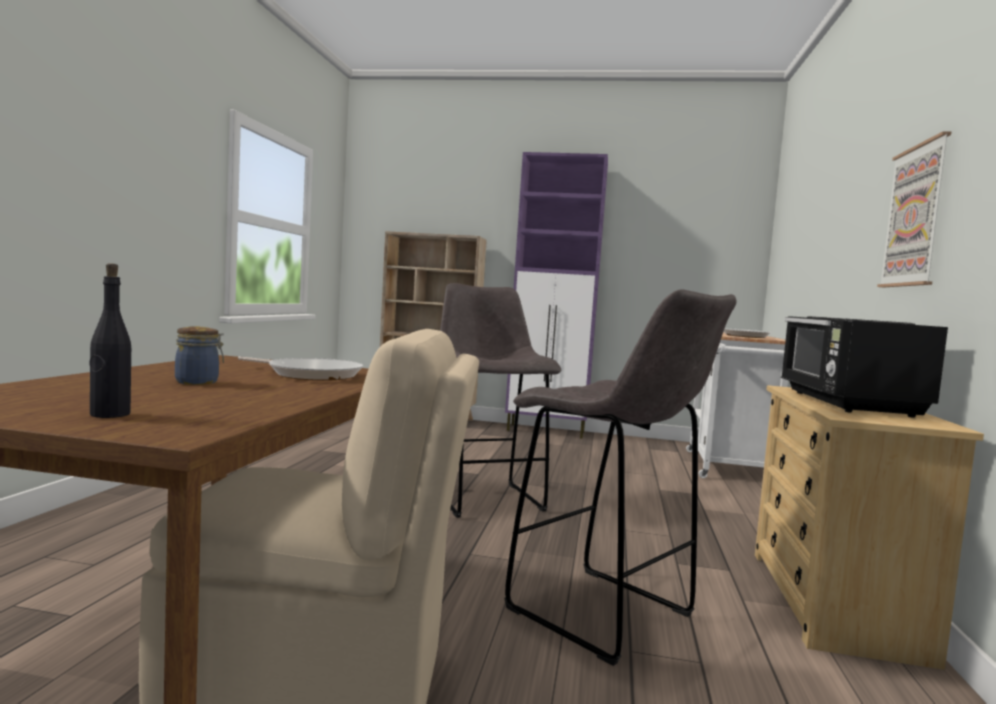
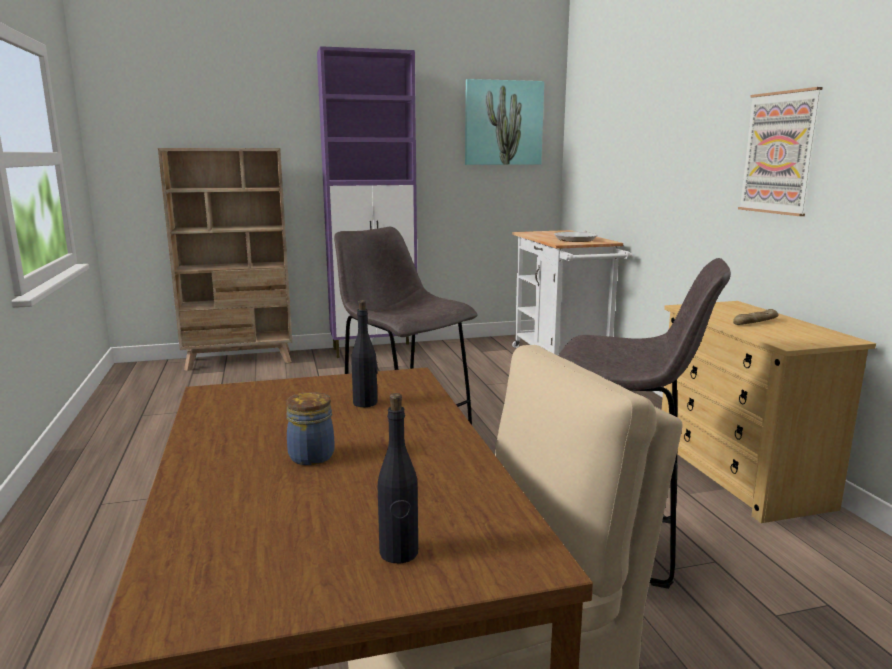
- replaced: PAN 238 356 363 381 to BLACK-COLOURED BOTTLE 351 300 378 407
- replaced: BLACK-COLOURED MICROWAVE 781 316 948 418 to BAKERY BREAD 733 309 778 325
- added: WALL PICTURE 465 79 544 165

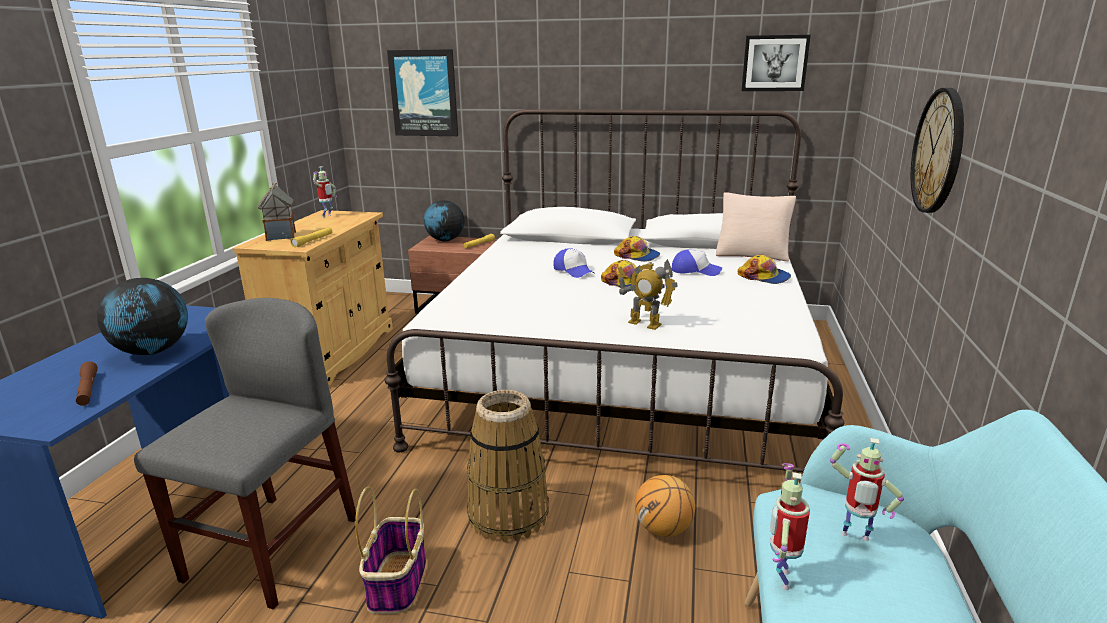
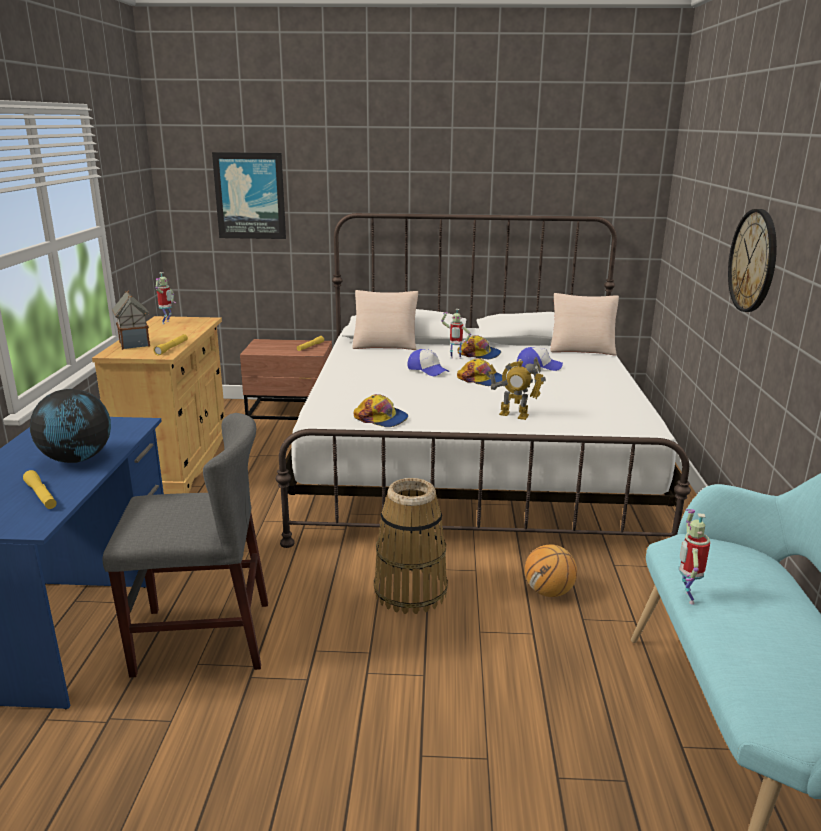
- recoloured: BROWN FLASHLIGHT 76 361 98 406 to YELLOW FLASHLIGHT 23 470 57 509
- turned: GREY UPRIGHT CHAIR 134 298 356 610 = 103 413 268 677 75 degrees clockwise
- removed: STORAGE BASKET 355 486 426 614
- removed: WORLD GLOBE 424 200 465 242
- moved: PEAKED CAP 738 254 791 284 to 353 394 408 427
- removed: WALL PICTURE 741 35 811 91
- moved: ROBOT FIGURE 830 438 904 541 to 441 309 471 359
- added: SAND-COLOURED CUSHION 353 290 418 350

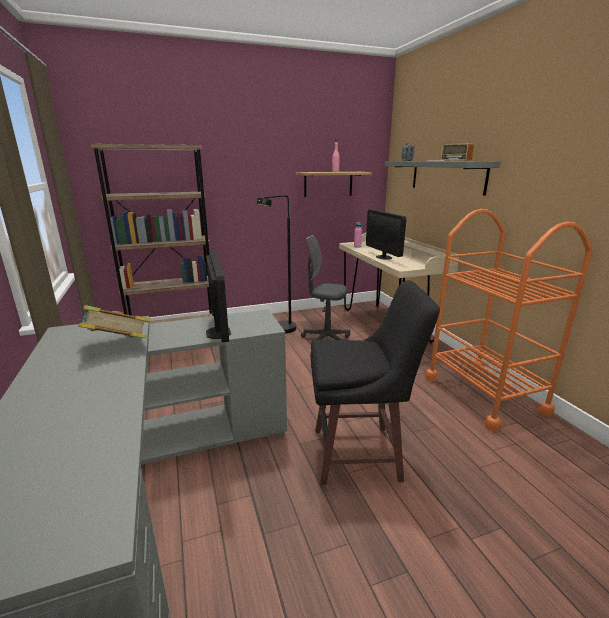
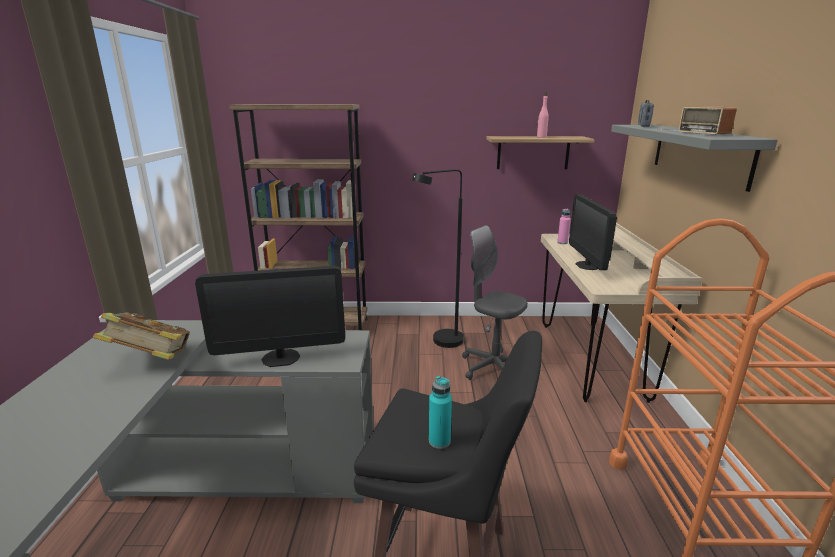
- turned: MONITOR 206 250 231 342 = 195 266 345 367 75 degrees clockwise
- added: TURQUOISE BOTTLE 429 376 452 449

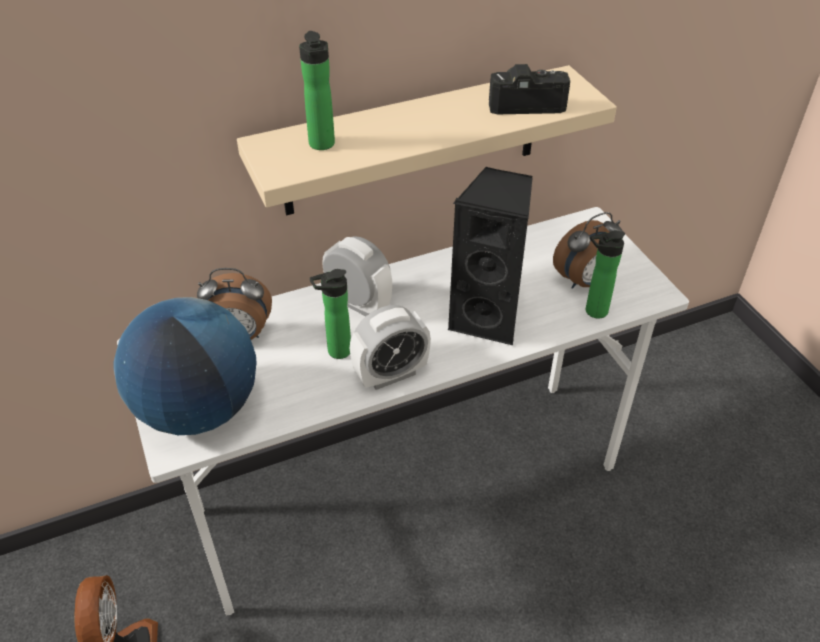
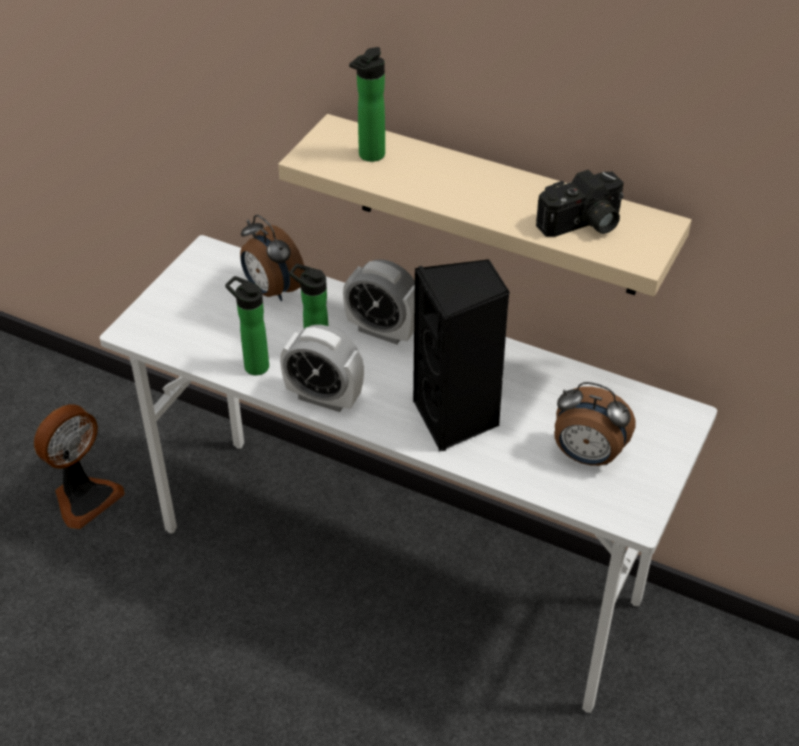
- removed: WORLD GLOBE 114 297 256 435
- turned: TABLE CLOCK 322 236 392 316 = 343 259 415 345 120 degrees clockwise
- turned: PHOTO CAMERA 489 64 570 114 = 536 170 624 237 105 degrees clockwise
- moved: BOTTLE 586 230 625 319 to 225 276 269 375

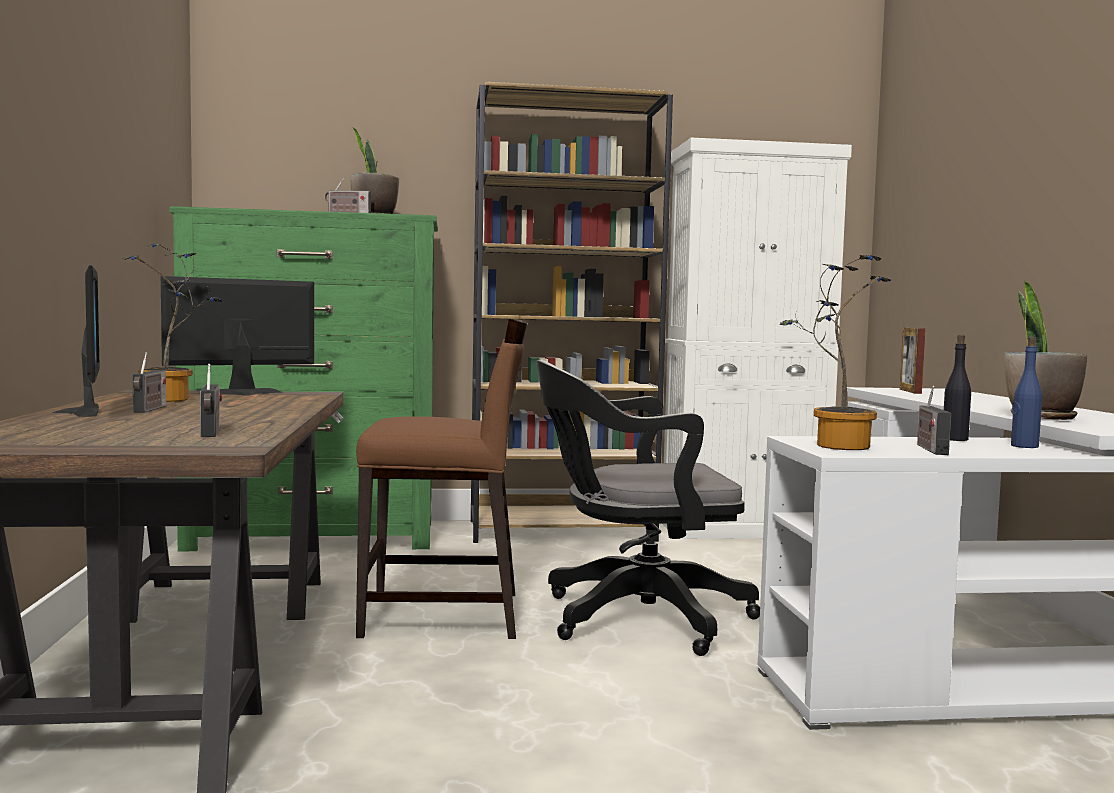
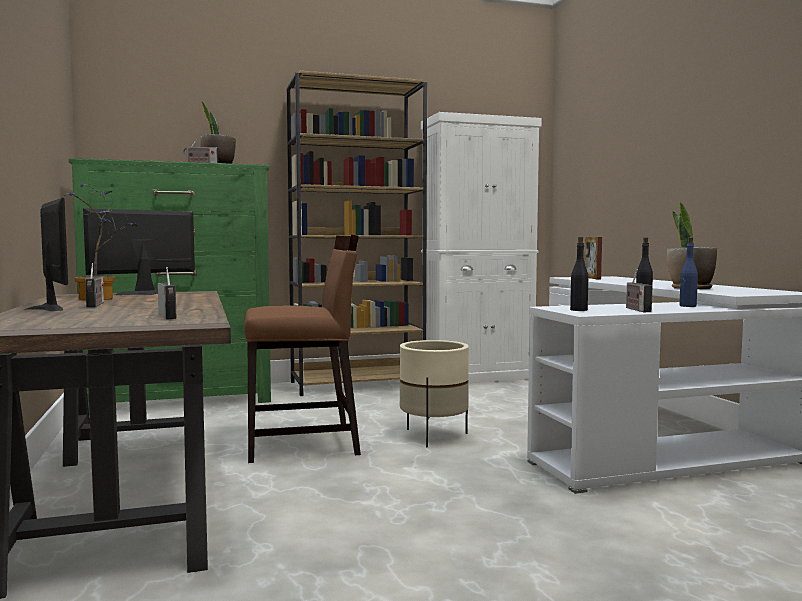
- replaced: BLACK-COLOURED COMPUTER CHAIR 536 360 760 656 to SAND-COLOURED PLANT POT 400 340 469 447
- replaced: HOUSEPLANT 780 255 891 450 to BLACK-COLOURED BOTTLE 570 237 588 311

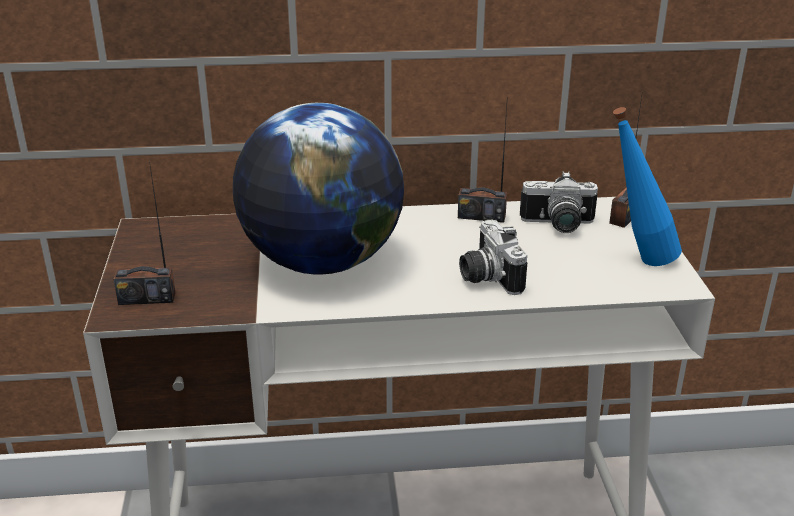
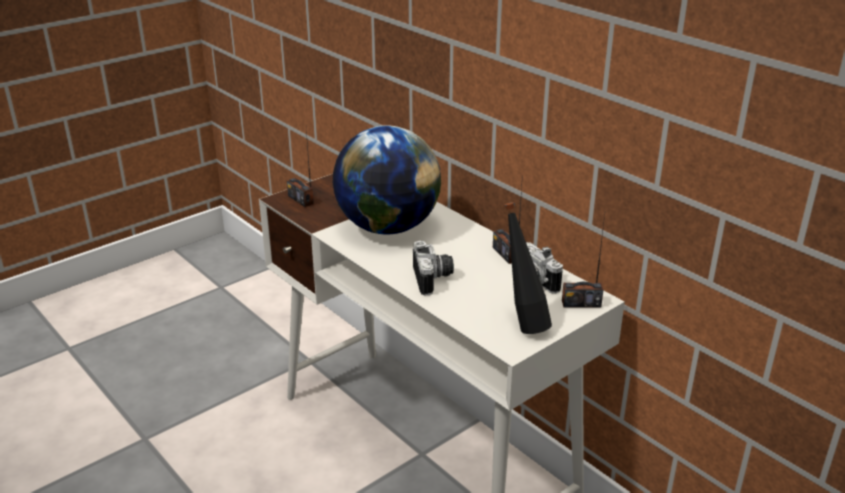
- turned: PHOTO CAMERA 459 219 527 295 = 413 241 454 295 135 degrees clockwise
- recoloured: BLUISH BOTTLE 613 107 682 266 to BLACK-COLOURED BOTTLE 505 202 552 334

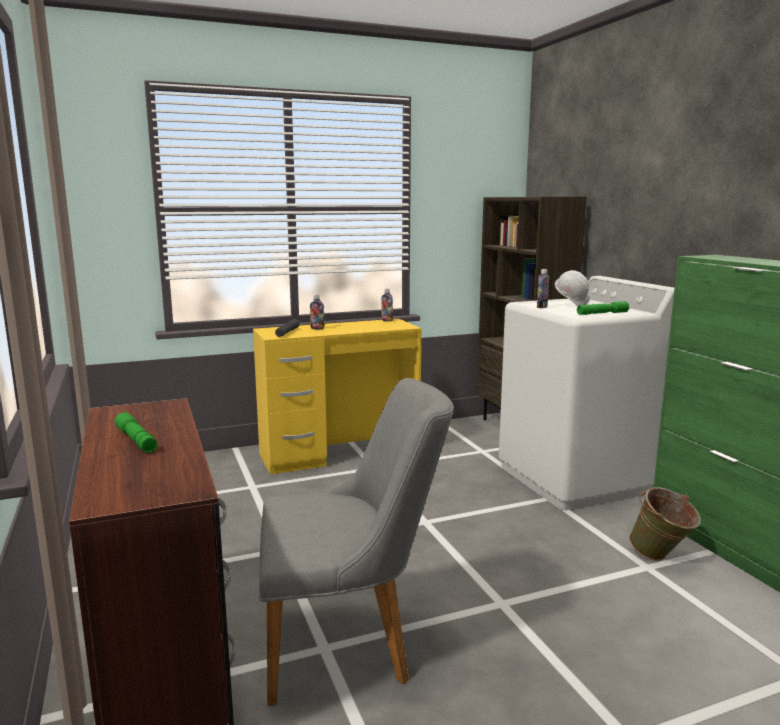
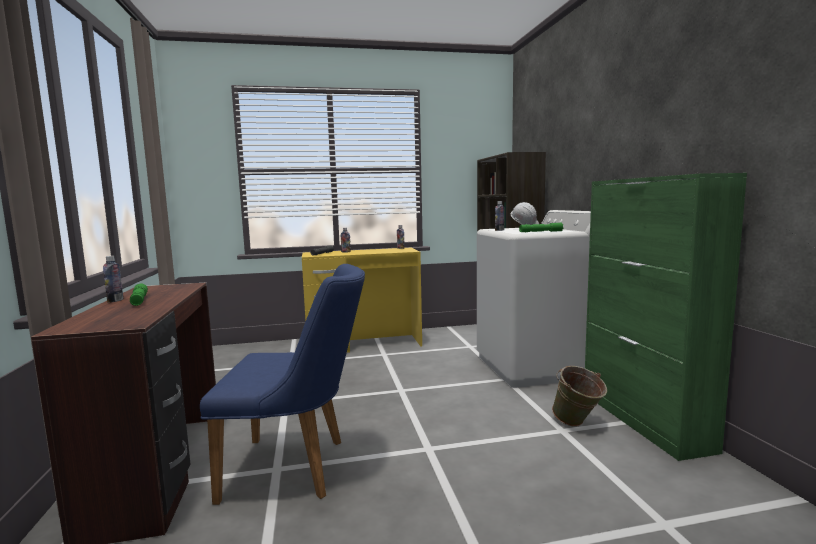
- recoloured: GREY UPRIGHT CHAIR 259 378 454 706 to BLUISH UPRIGHT CHAIR 200 264 365 505
- added: BOTTLE 103 256 124 302

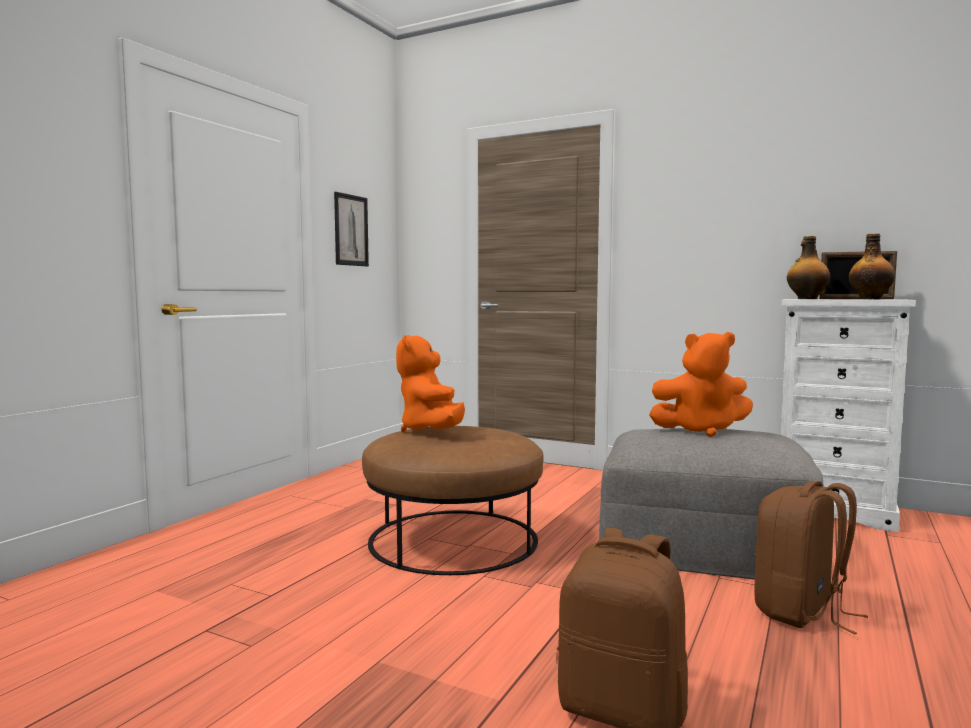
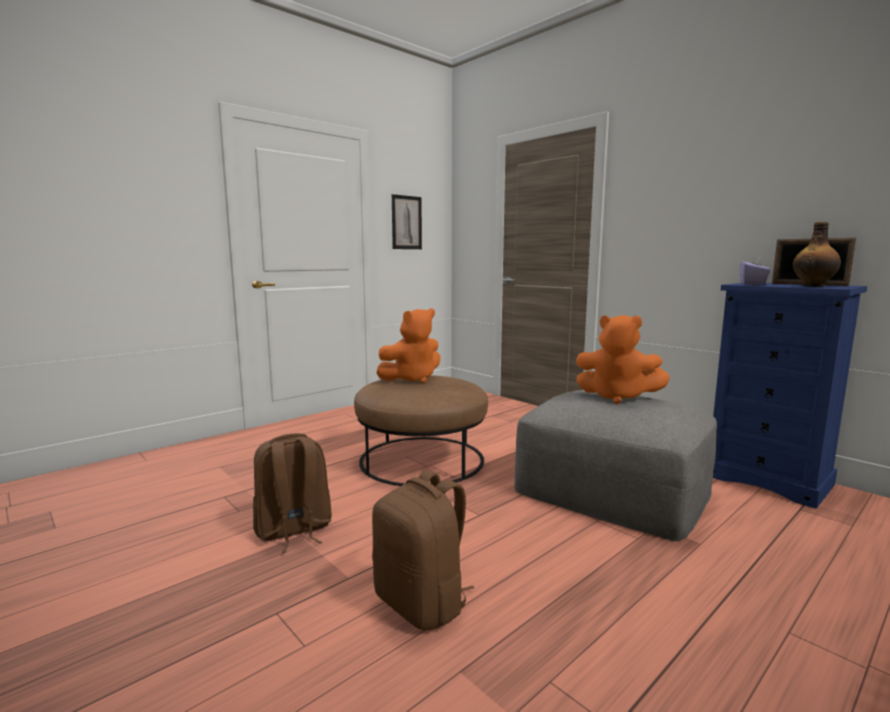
- turned: ORANGE SOFT TOY 396 335 465 432 = 377 308 440 384 135 degrees counterclockwise
- moved: BROWN RUCKSACK 754 481 868 635 to 253 433 332 553
- recoloured: WHITISH DRESSER 781 299 916 532 to BLUISH DRESSER 713 283 867 509
- replaced: BOTTLE 787 236 830 299 to PURPLE-COLOURED BOX OF TISSUES 740 255 771 285

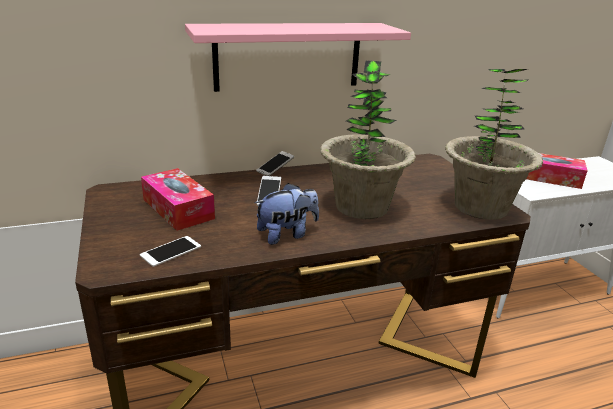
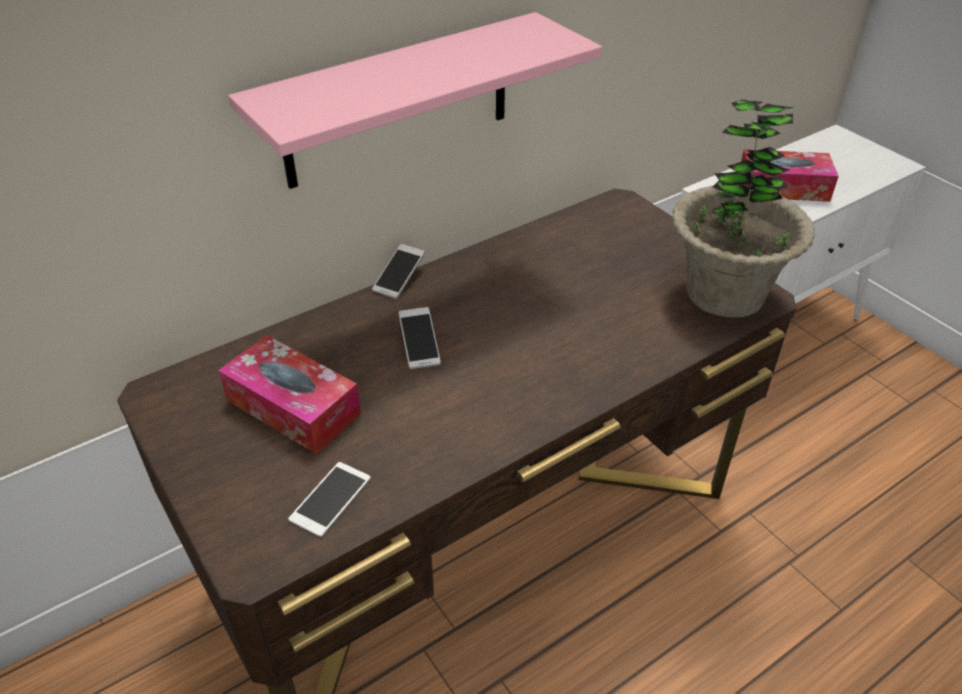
- removed: SOFT TOY 255 183 319 245
- removed: HOUSEPLANT 320 61 416 219

